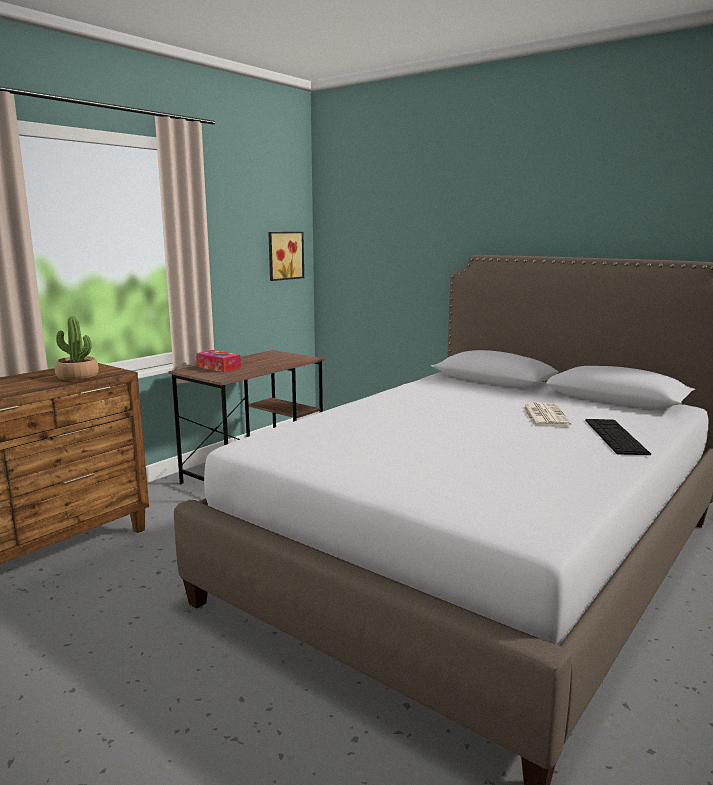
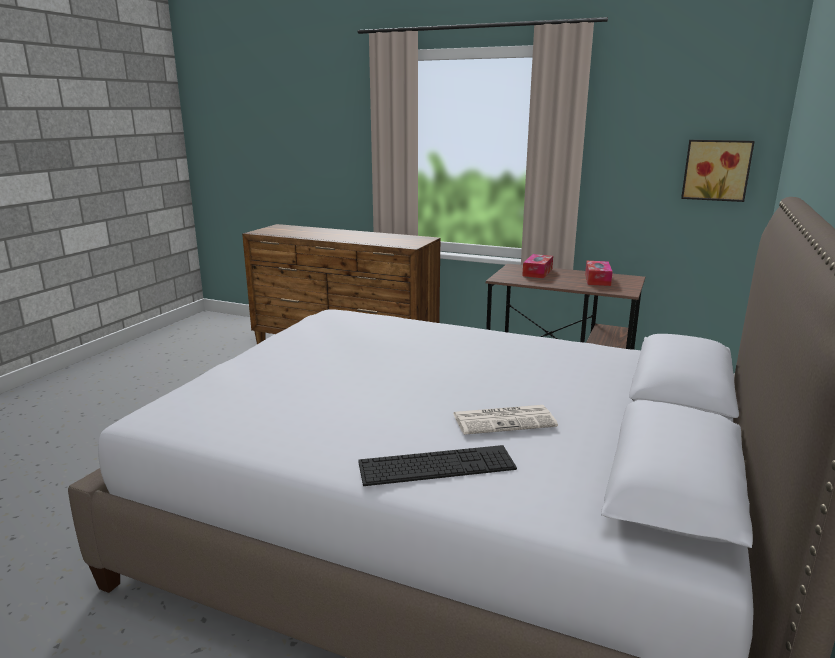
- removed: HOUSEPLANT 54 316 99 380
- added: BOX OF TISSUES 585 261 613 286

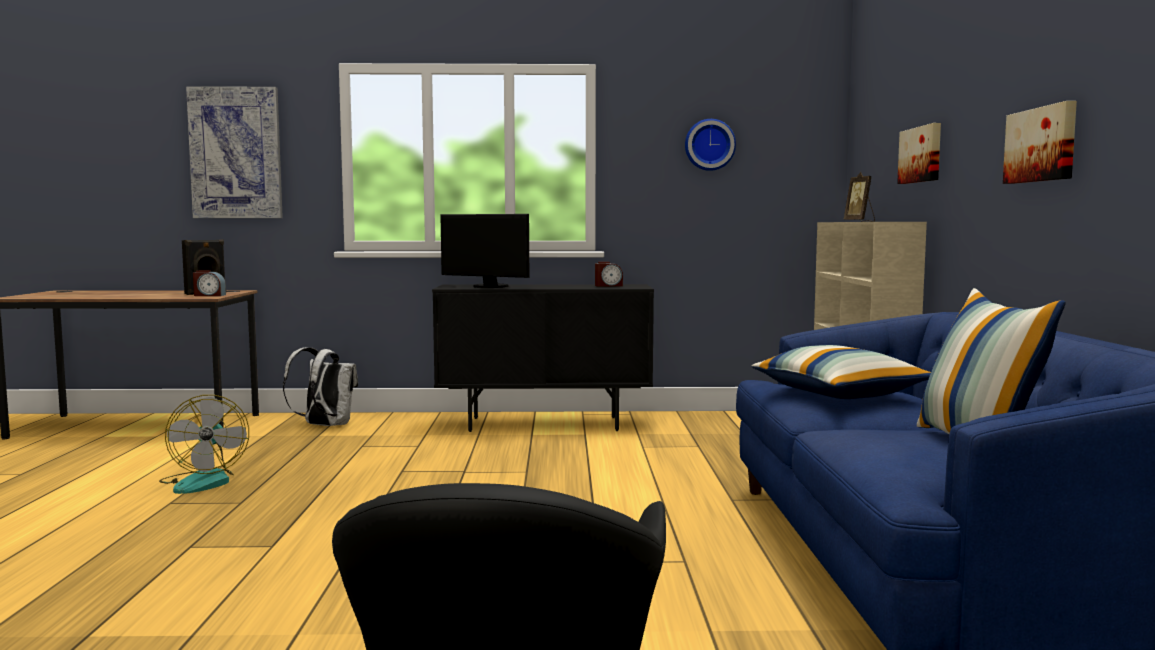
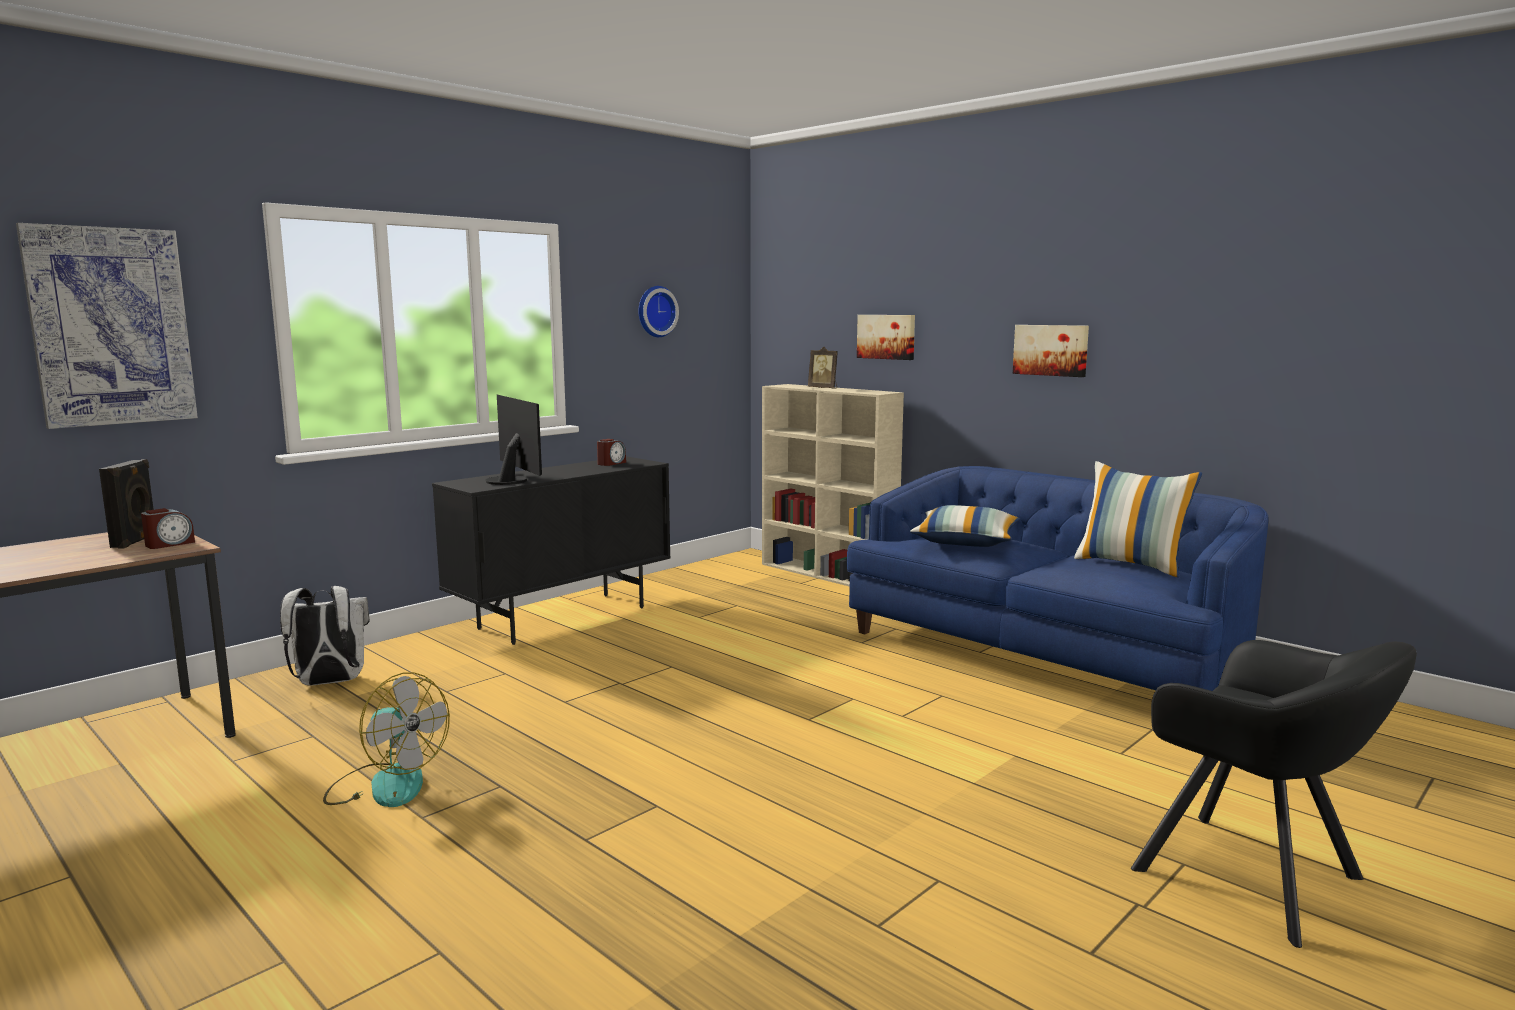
- turned: MONITOR 440 214 529 288 = 485 395 542 485 105 degrees counterclockwise

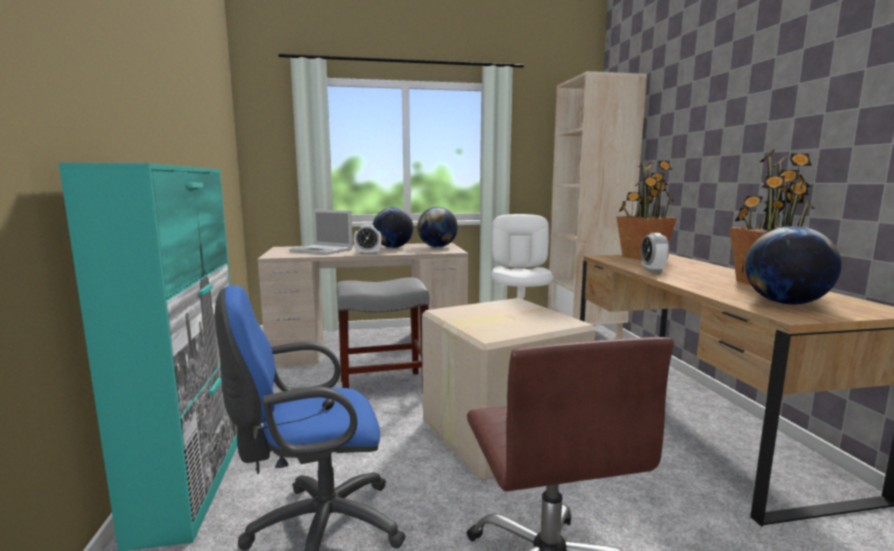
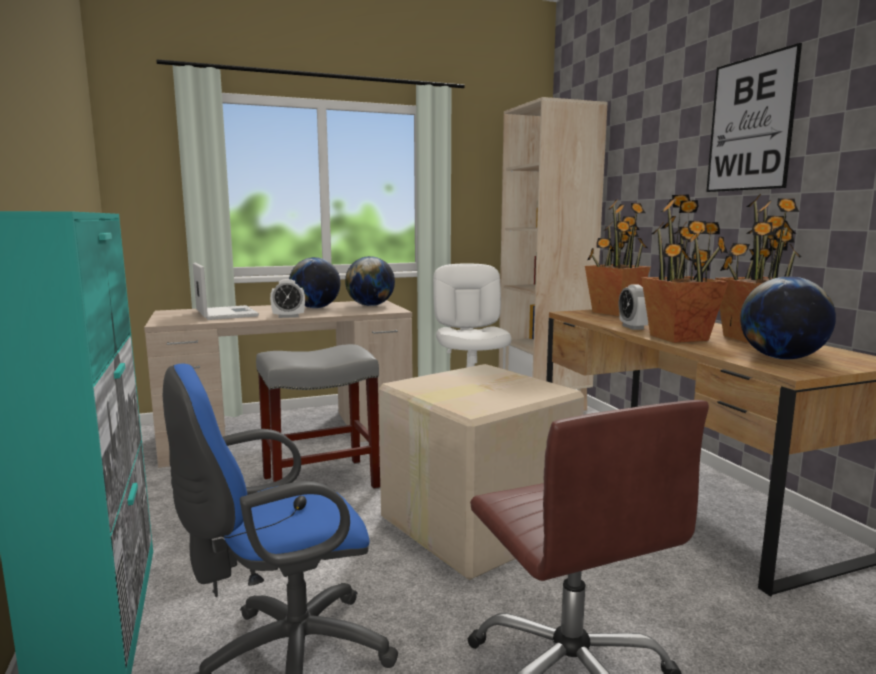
- turned: PORTABLE COMPUTER 289 209 353 255 = 193 262 259 320 135 degrees counterclockwise
- added: HOUSEPLANT 641 194 728 343
- added: WALL PICTURE 706 43 802 192

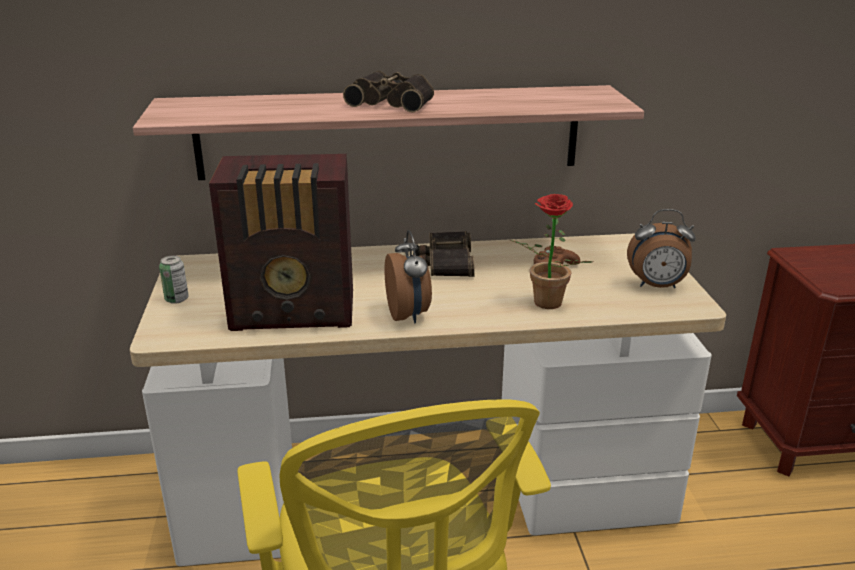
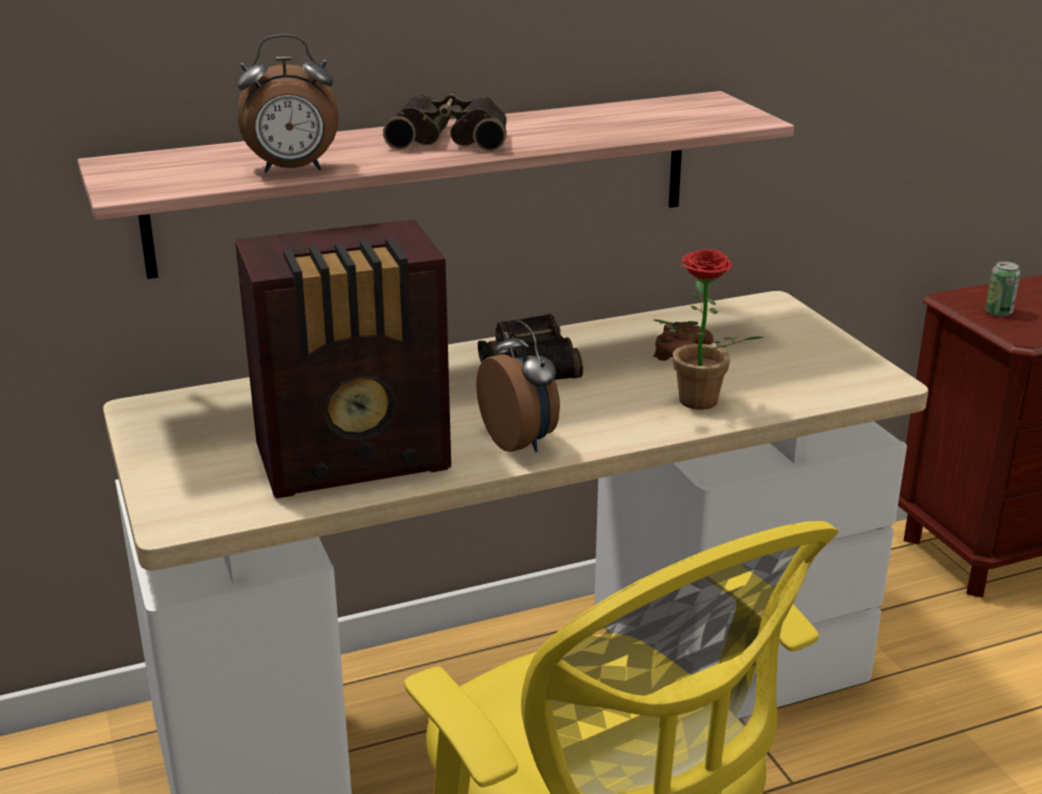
- moved: METAL CAN 159 256 189 304 to 985 261 1020 317
- moved: TABLE CLOCK 627 209 696 288 to 237 34 339 173

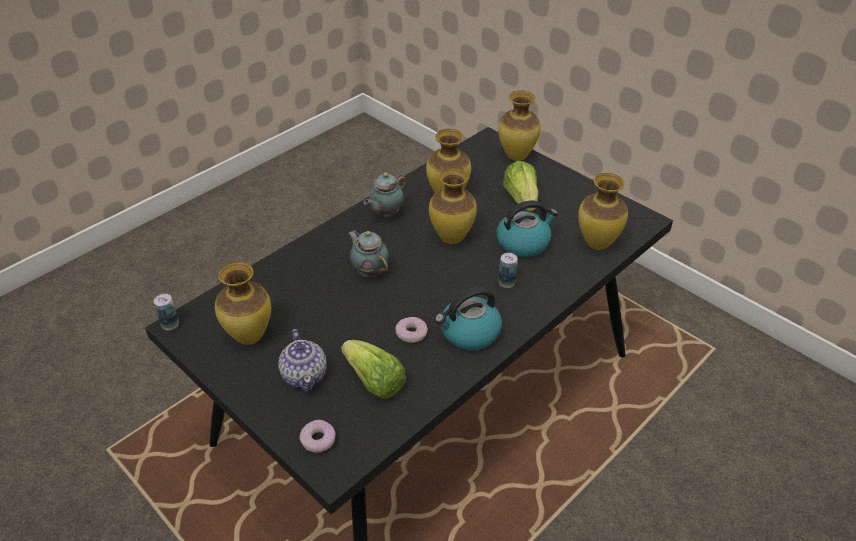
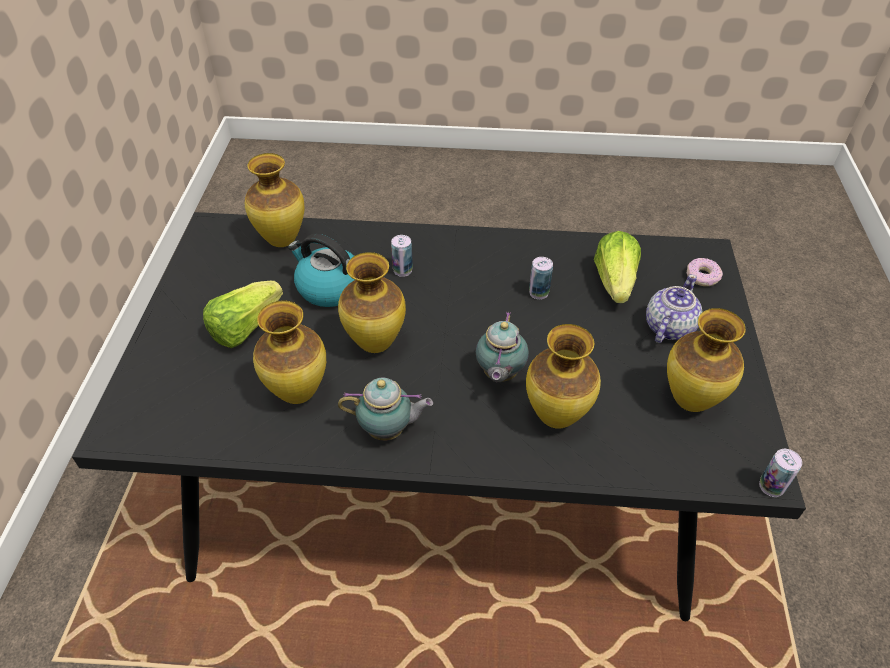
- replaced: DOUGHNUT 395 317 428 343 to METAL CAN 529 257 553 299
- removed: KETTLE 435 287 502 350
- moved: VASE 498 90 541 161 to 526 324 601 429

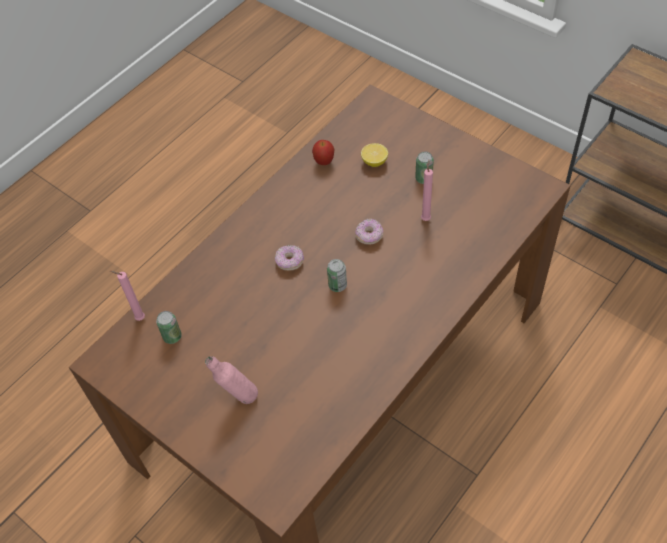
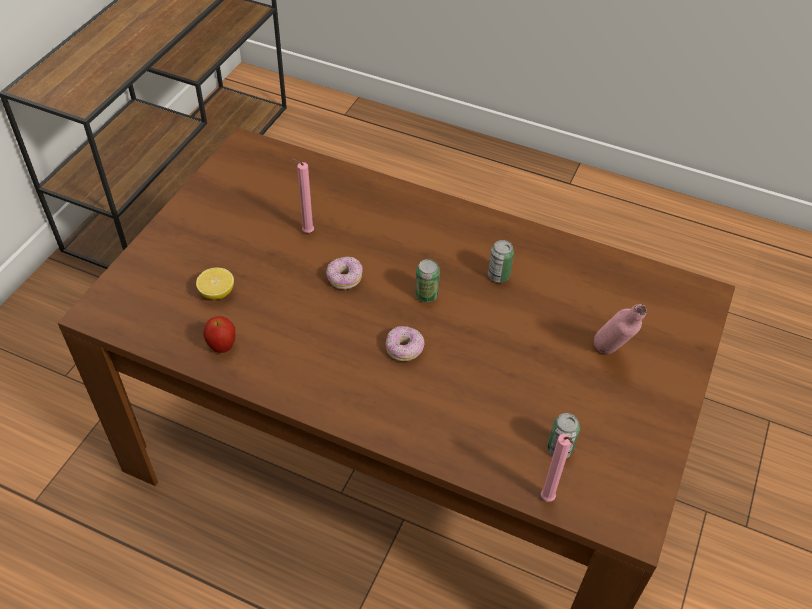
- moved: METAL CAN 415 152 434 184 to 488 240 514 283

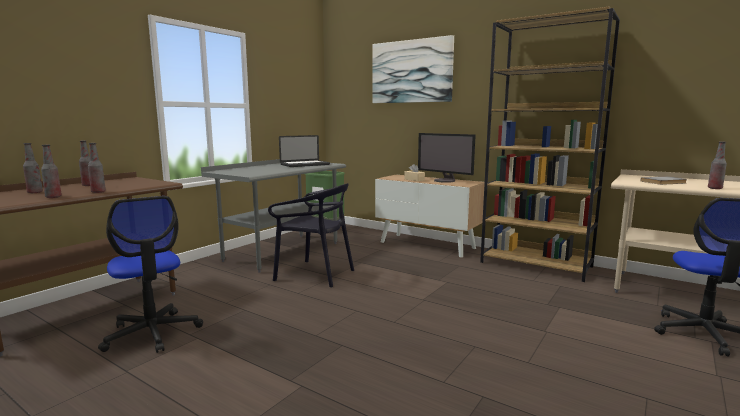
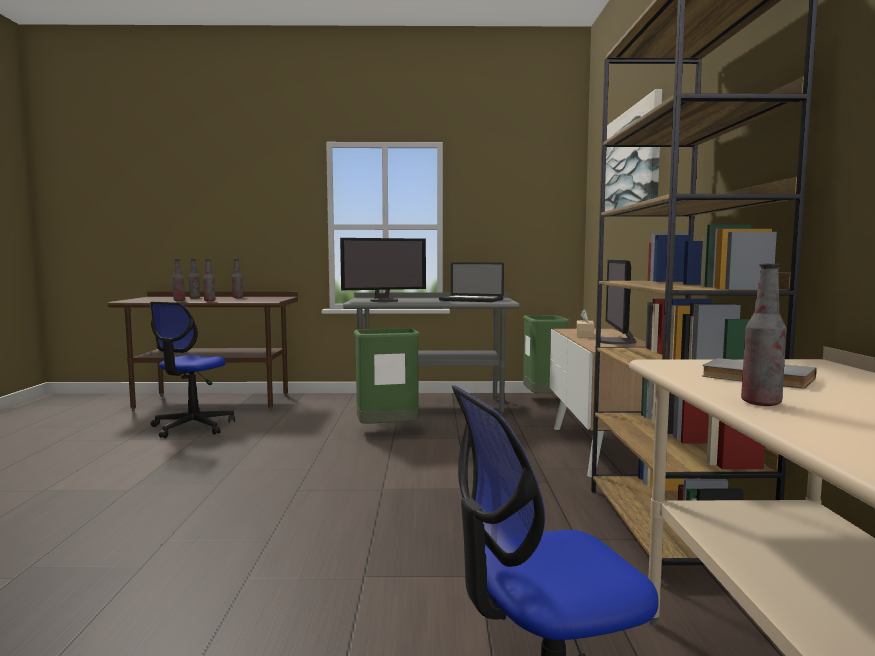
- replaced: BLACK-COLOURED UPRIGHT CHAIR 268 183 354 287 to GREENISH TRASH CAN 354 328 420 424
- added: MONITOR 340 238 426 302

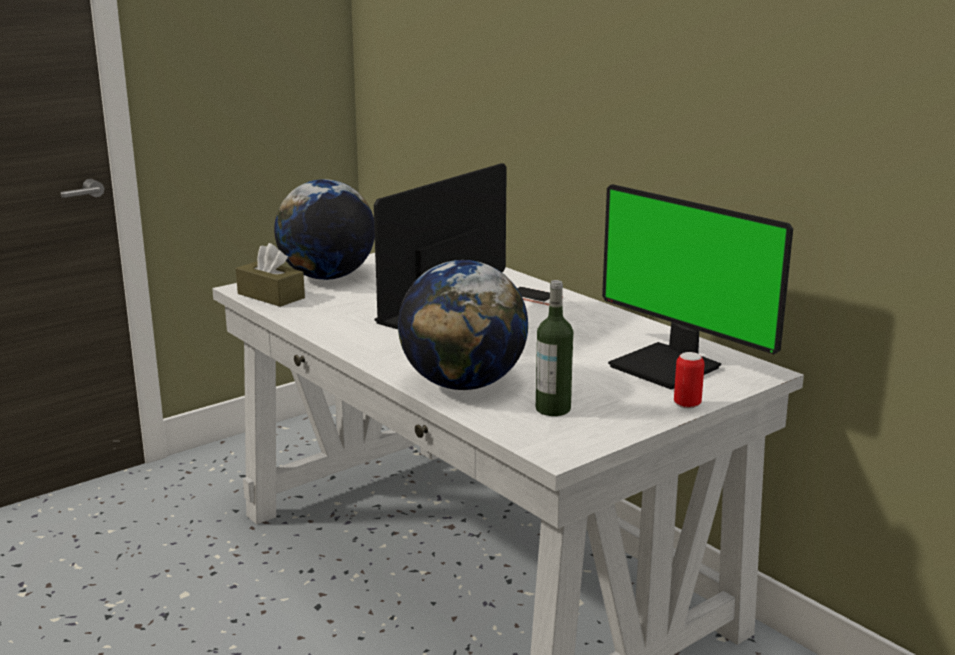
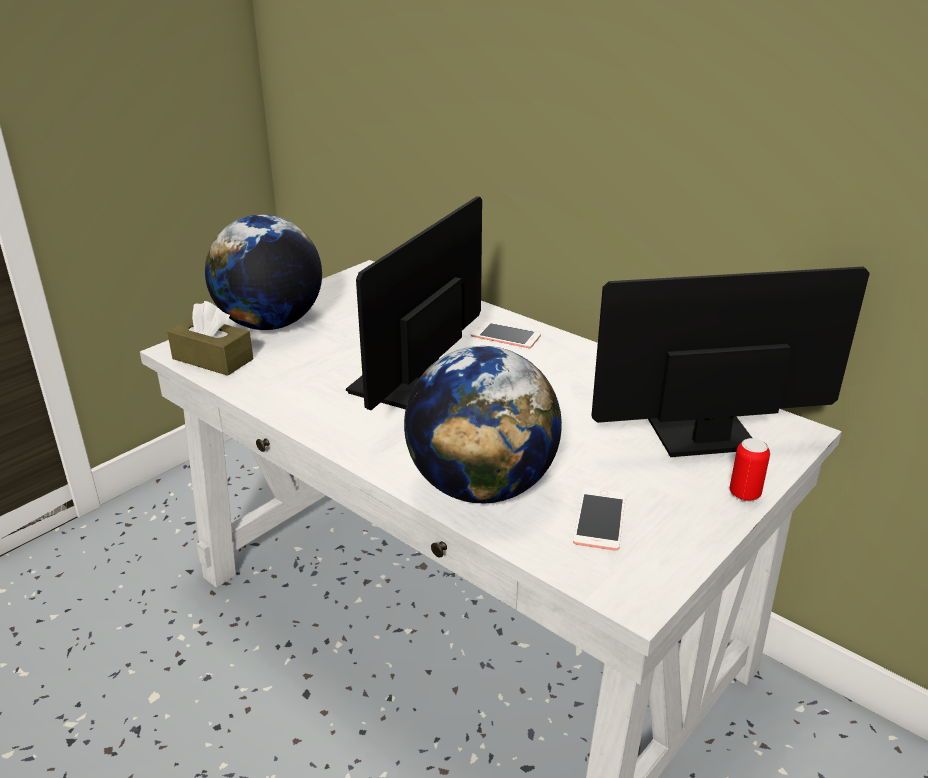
- replaced: BOTTLE 536 280 573 416 to PHONE 573 487 626 551
- turned: MONITOR 602 184 793 390 = 591 267 870 457 135 degrees clockwise

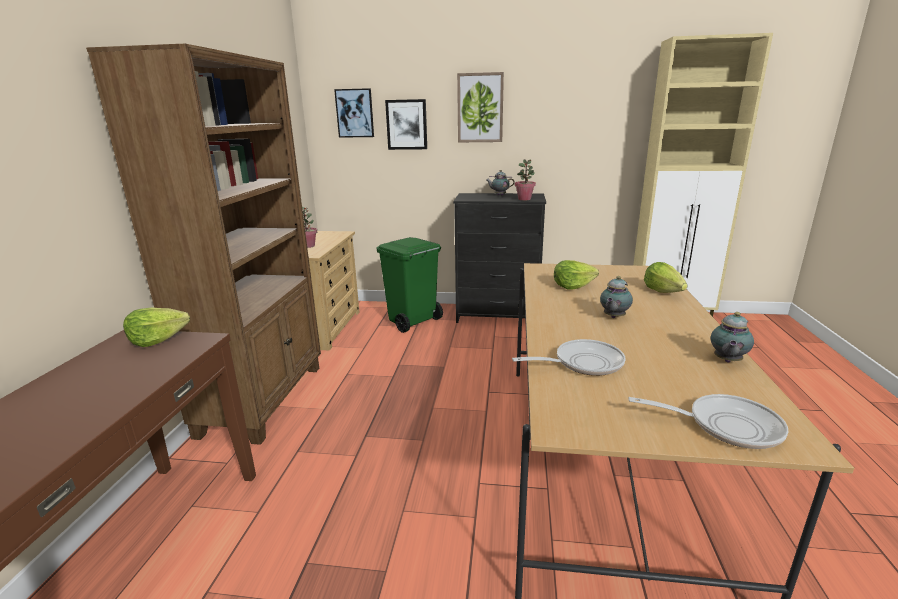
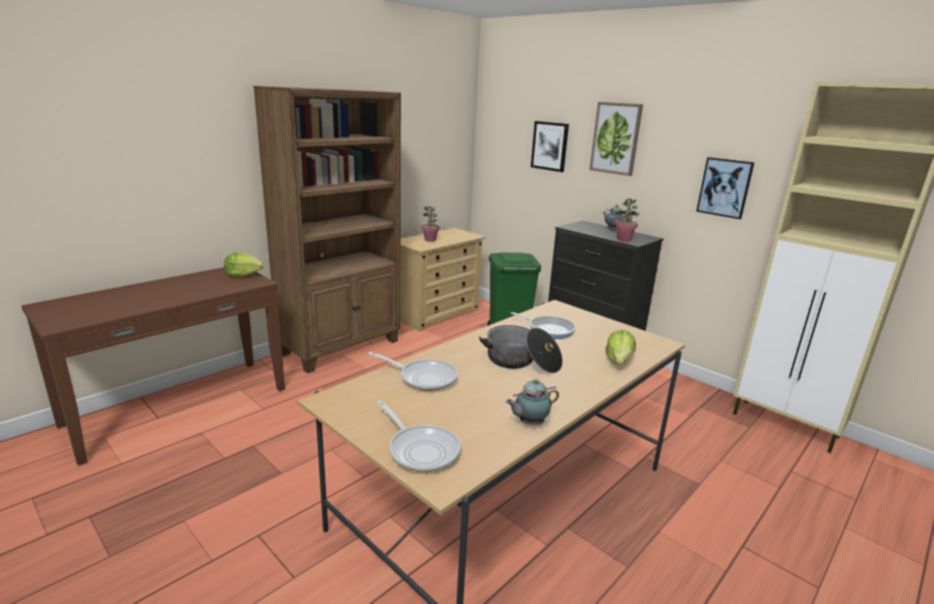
- moved: WALL PICTURE 334 88 374 138 to 696 157 755 219
- replaced: LETTUCE HEAD 554 260 599 290 to PAN 511 312 576 339
- replaced: TEAPOT 600 276 633 318 to STOCKPOT 479 325 563 373

